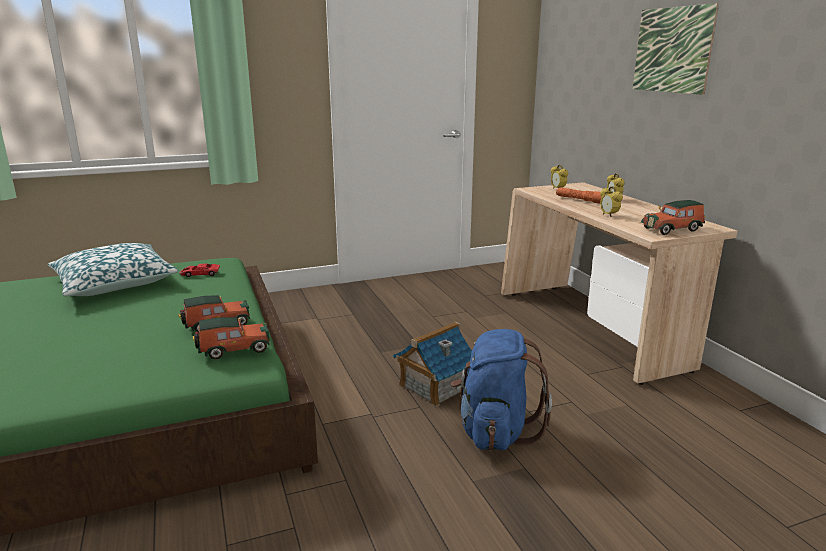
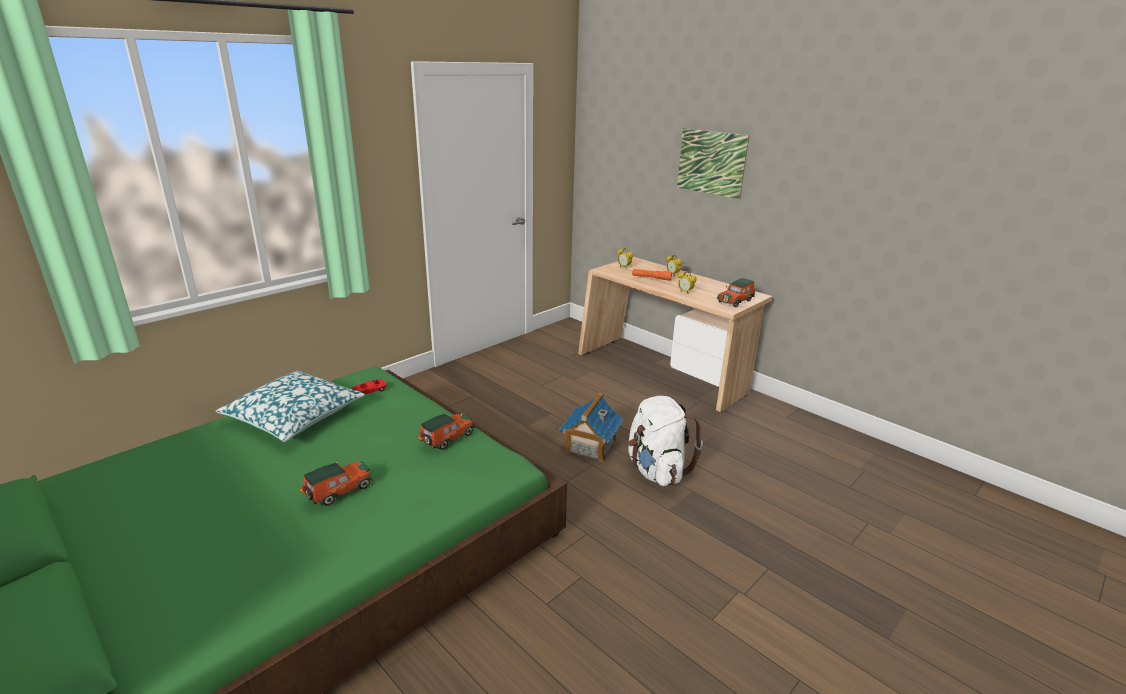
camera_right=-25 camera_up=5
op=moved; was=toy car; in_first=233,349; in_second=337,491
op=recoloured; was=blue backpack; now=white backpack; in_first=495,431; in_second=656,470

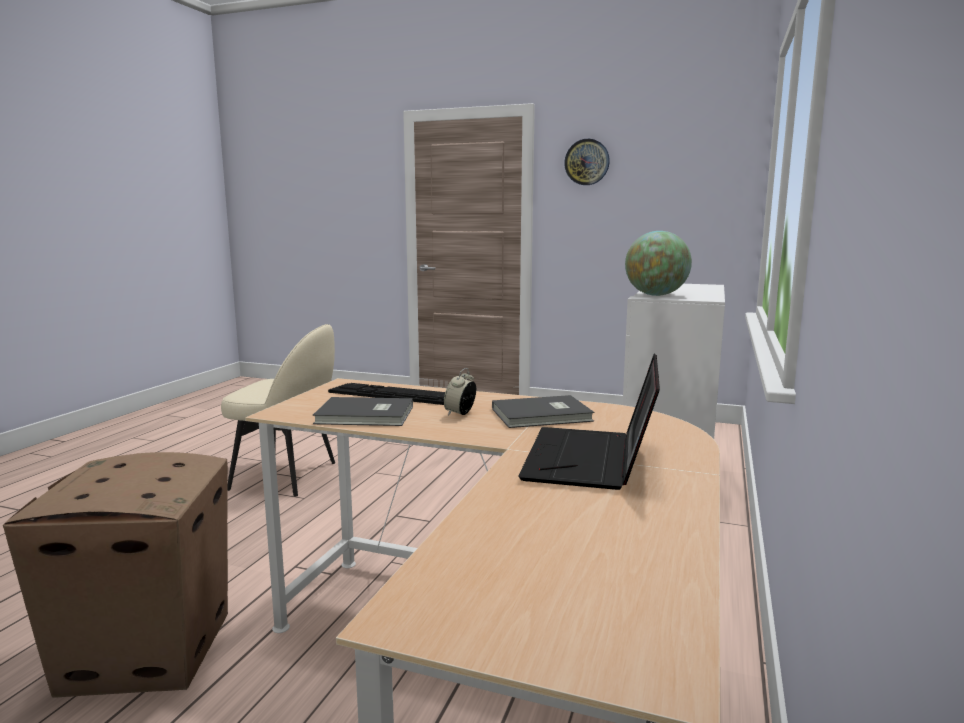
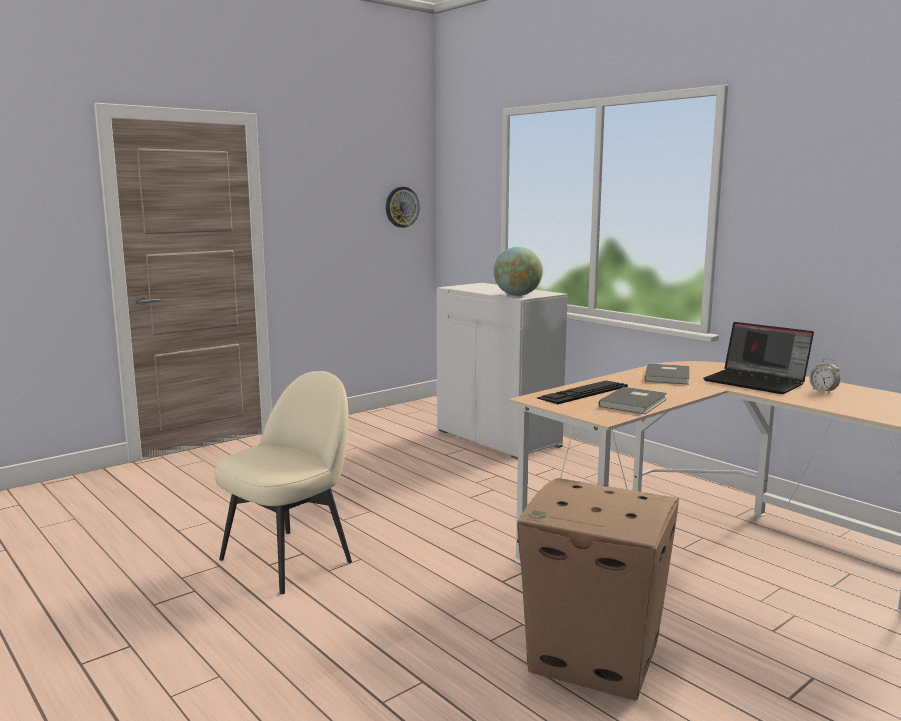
camera_right=-60 camera_up=0
op=moved; was=wall clock; in_first=587,162; in_second=401,207
op=moved; was=alarm clock; in_first=460,413; in_second=823,391

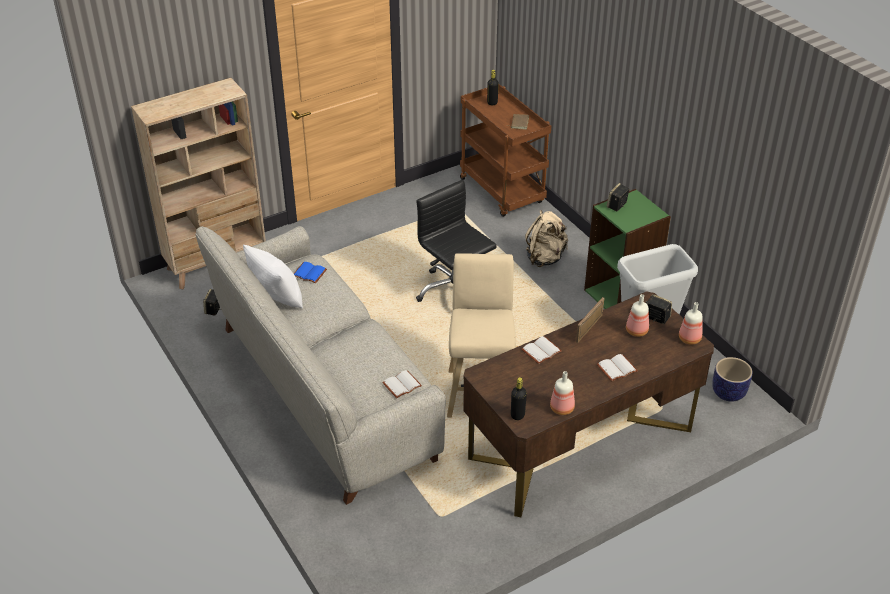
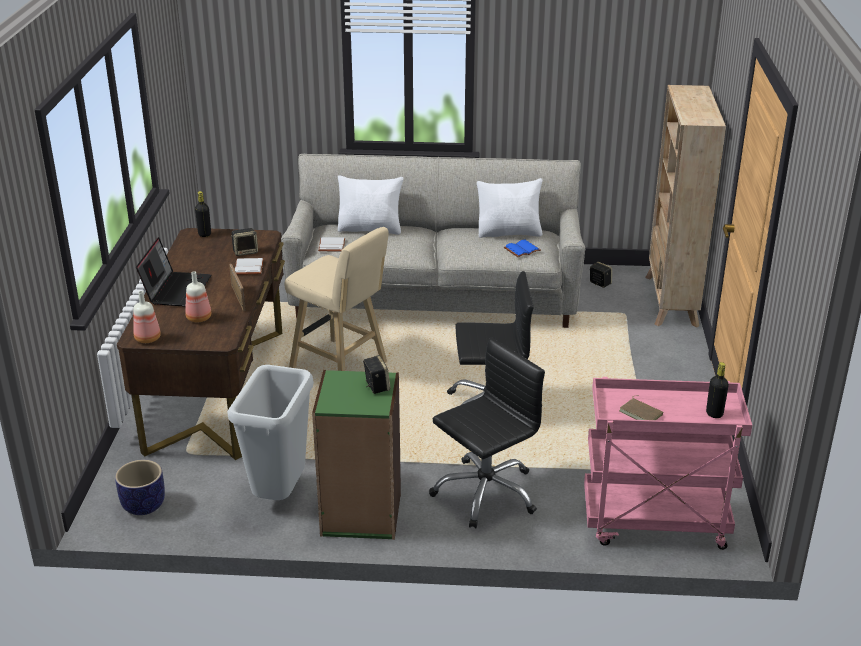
camera_right=125 camera_up=-10
op=recoloured; was=brown cart; now=pink cart; in_first=503,192; in_second=653,524
op=replaced; was=beige backpack; now=black office chair; in_first=545,258; in_second=485,492
op=moved; was=speaker; in_first=656,318; in_second=245,252
op=replaced; was=white book; now=laptop; in_first=617,369; in_second=176,289
op=removed; was=bottle; in_first=562,408
op=added; now=white pillow; in_second=370,229

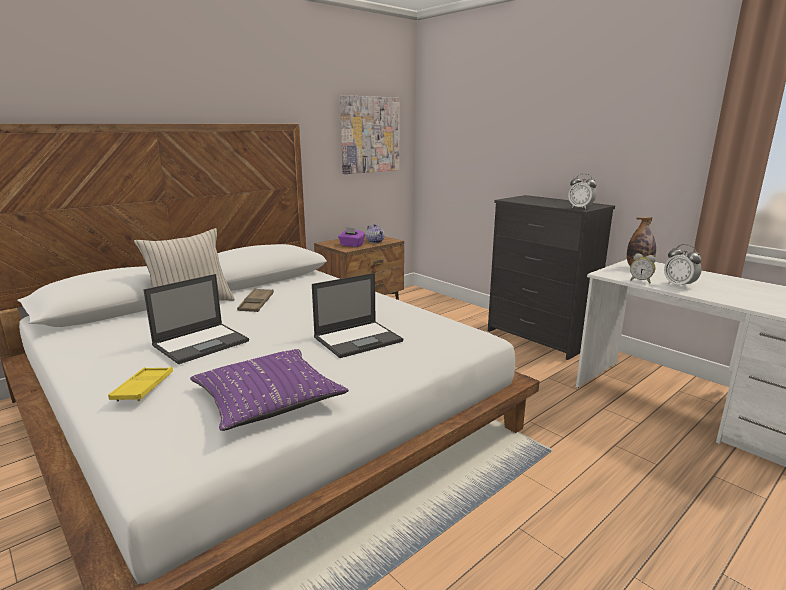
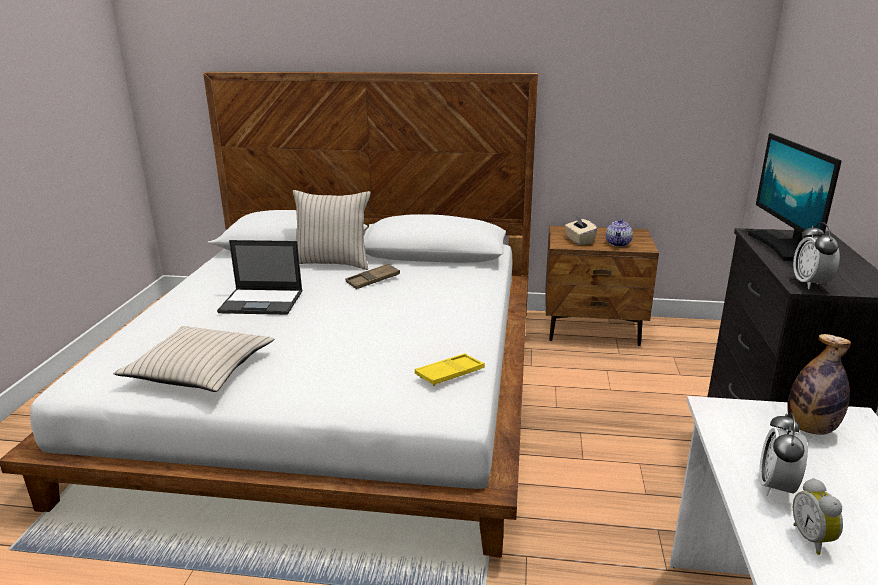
camera_right=50 camera_up=5
op=removed; was=picture; in_first=370,135
op=recoloured; was=purple tissue box; now=beige tissue box; in_first=351,245; in_second=579,240
op=moved; was=alarm clock; in_first=640,281; in_second=813,539
op=removed; was=laptop; in_first=359,339
op=recoloured; was=purple pillow; now=beige pillow; in_first=268,400; in_second=200,370
op=moved; was=yellow tray; in_first=143,388; in_second=450,374
op=added; now=monitor; in_second=783,246

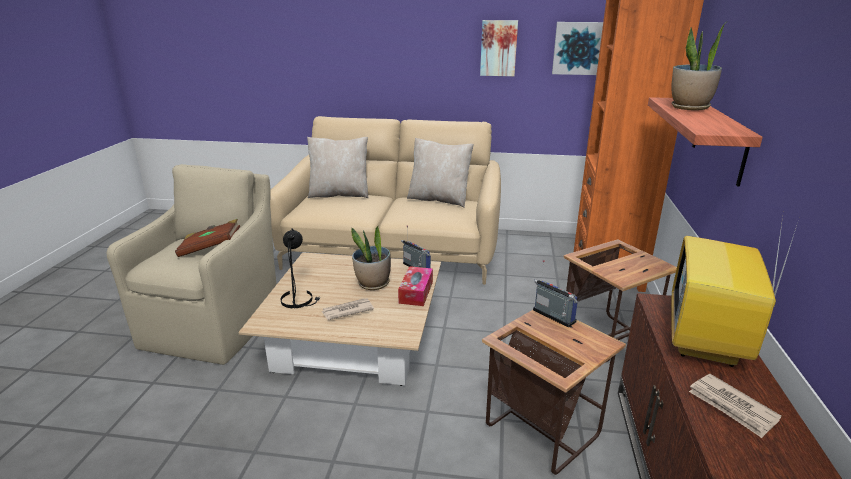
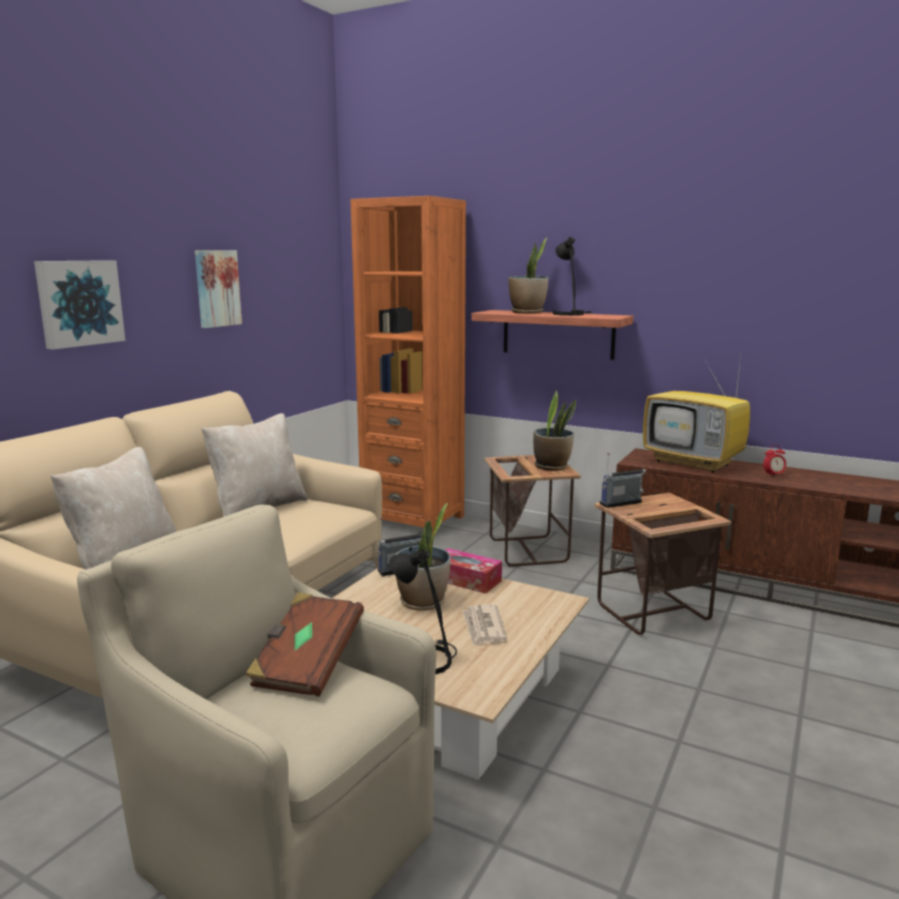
camera_right=-70 camera_up=-10
op=moved; was=picture; in_first=579,48; in_second=79,303
op=replaced; was=newspaper; now=alarm clock; in_first=732,407; in_second=773,475
op=added; now=black table lamp; in_second=570,314
op=added; now=potted plant; in_second=552,466

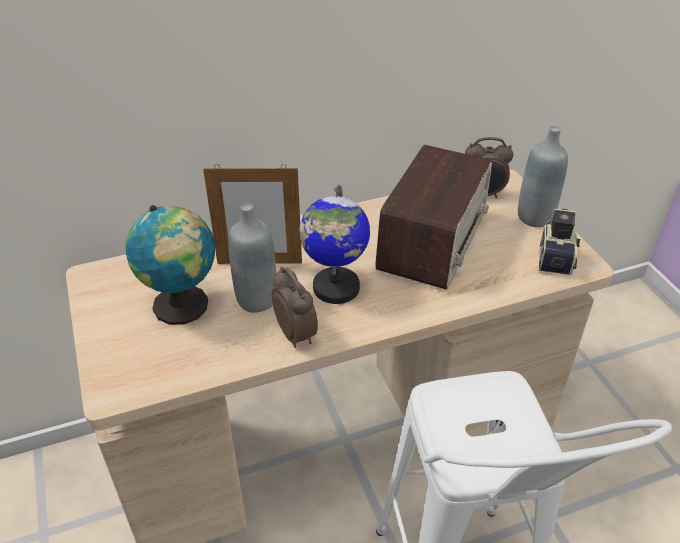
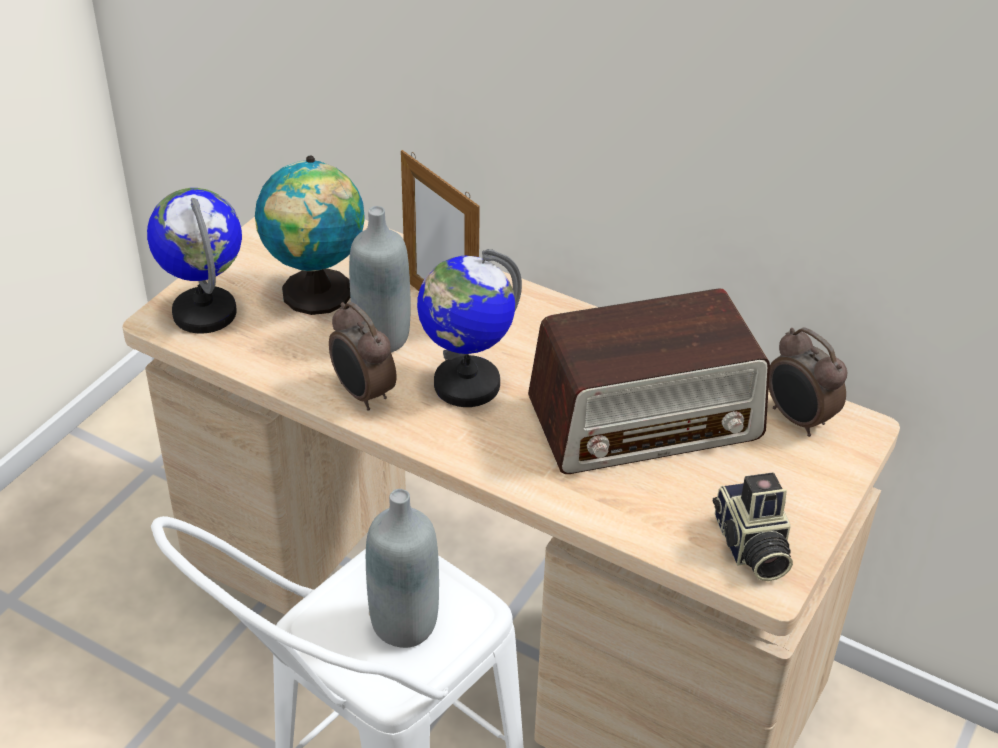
camera_right=50 camera_up=0
op=moved; was=grey bottle; in_first=534,217; in_second=404,624
op=turned; was=photo camera; in_first=555,257; in_second=750,547; clockwise=105
op=turned; was=alarm clock; in_first=296,334; in_second=362,394; clockwise=120
op=added; now=globe; in_second=205,312

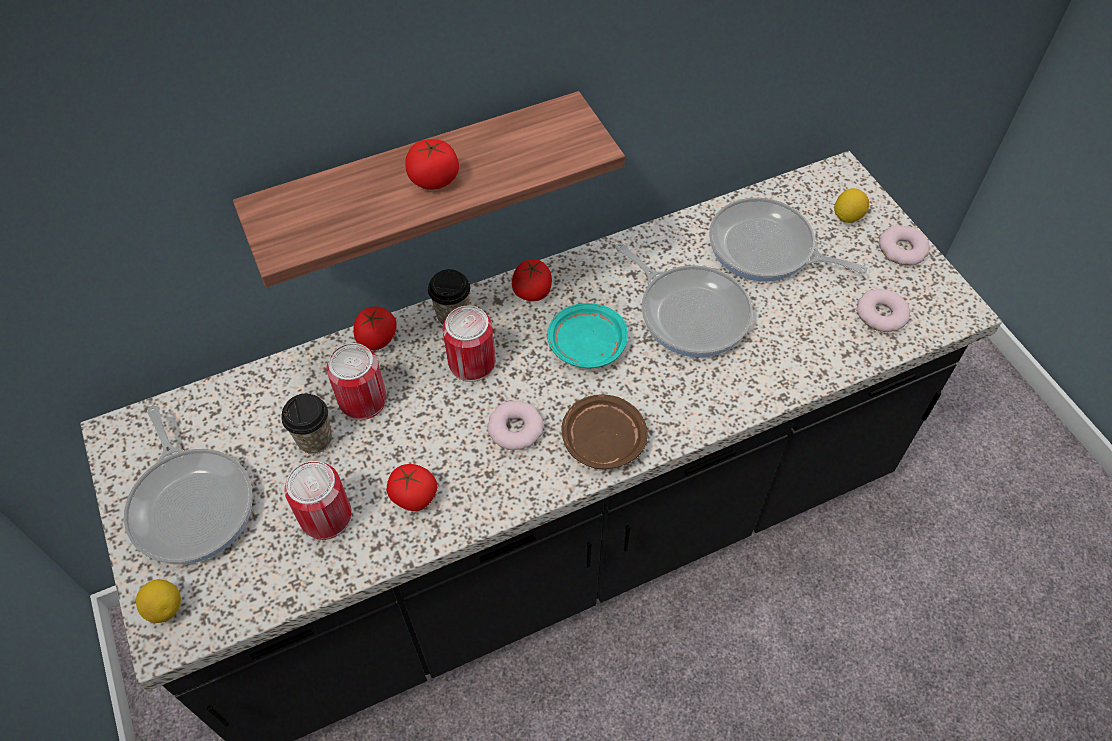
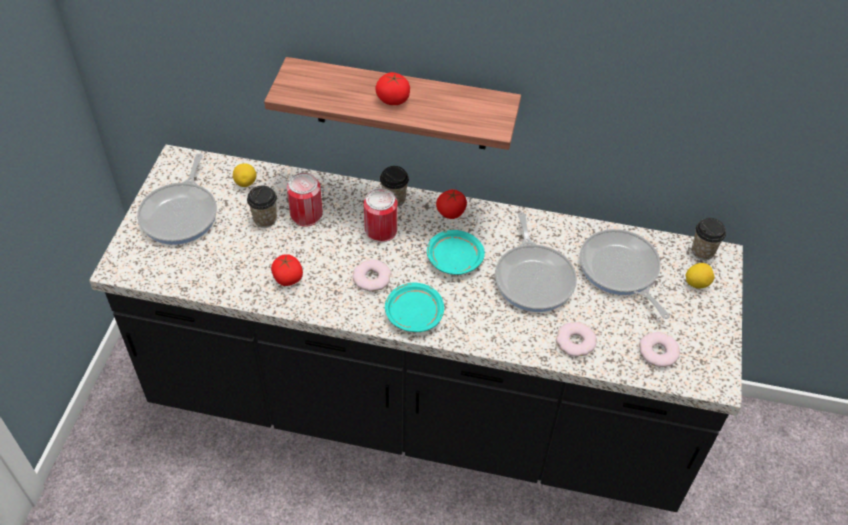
camera_right=35 camera_up=-5
op=moved; was=donut; in_first=902,249; in_second=575,342
op=removed; was=tomato; in_first=377,339
op=recoloured; was=brown plate; now=turquoise plate; in_first=602,439; in_second=414,313
op=removed; was=can; in_first=326,516
op=moved; was=lemon; in_first=165,608; in_second=246,183
op=added; now=cup; in_second=702,251

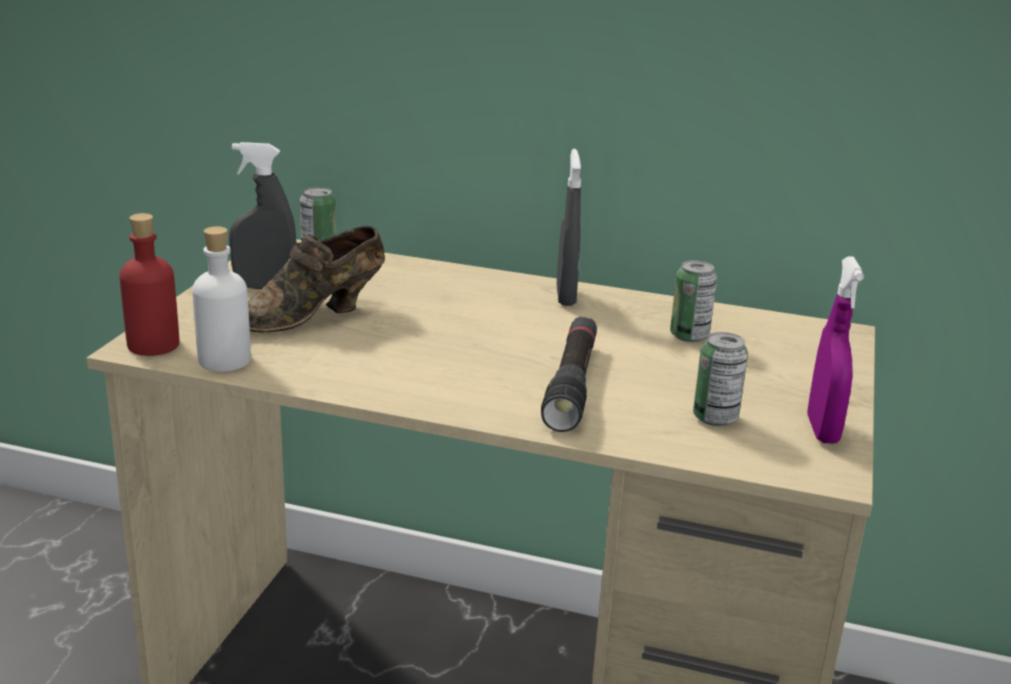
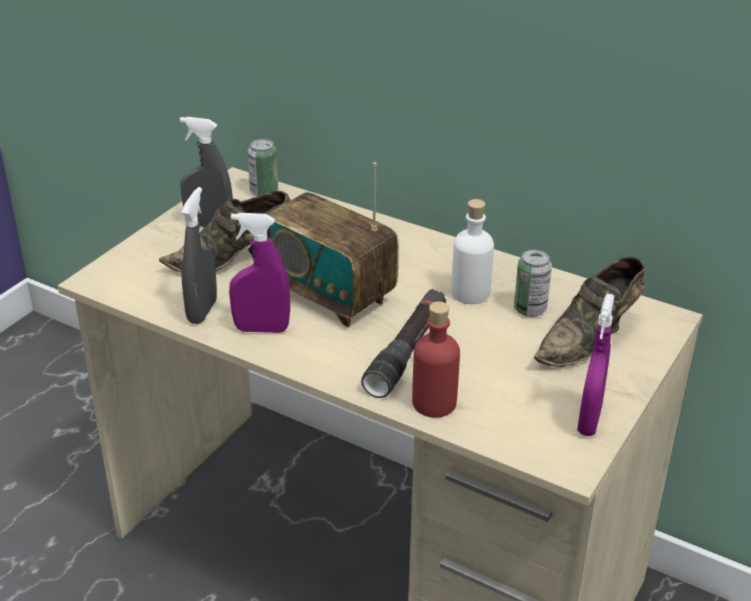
camera_right=15 camera_up=10
op=moved; was=grey spray bottle; in_first=566,296; in_second=202,311
op=moved; was=red bottle; in_first=153,345; in_second=434,403
op=moved; was=white bottle; in_first=224,360; in_second=470,293
op=removed; was=can; in_first=715,417
op=added; now=radio; in_second=329,295
op=added; now=purple spray bottle; in_second=261,329
op=added; now=brown shoe; in_second=590,339

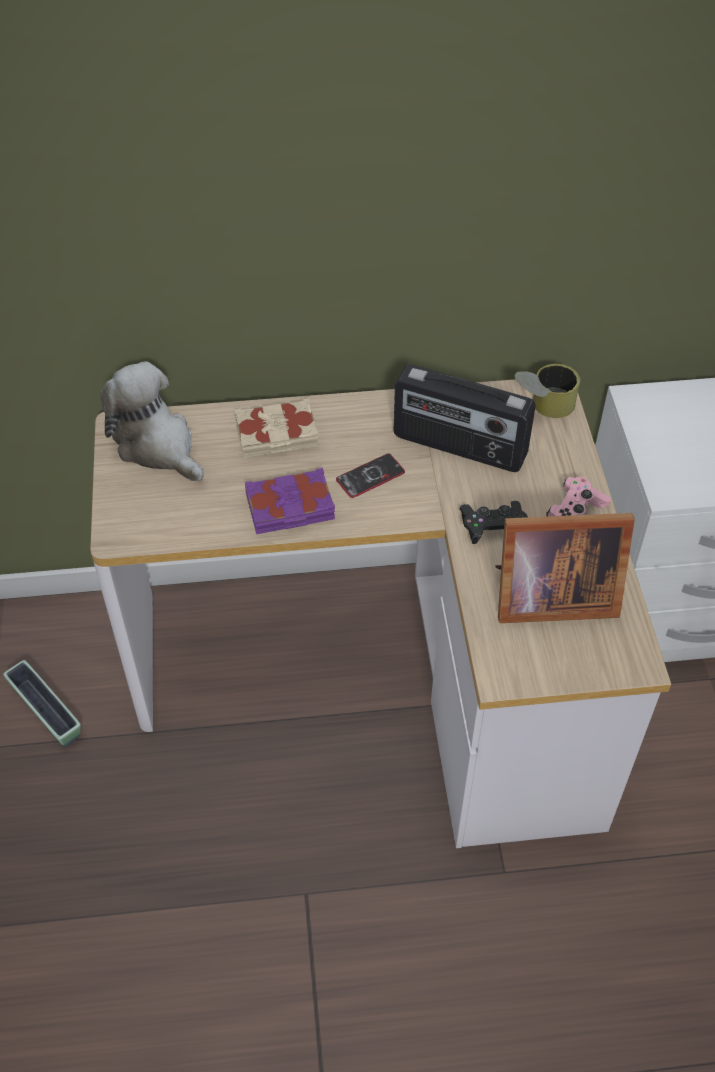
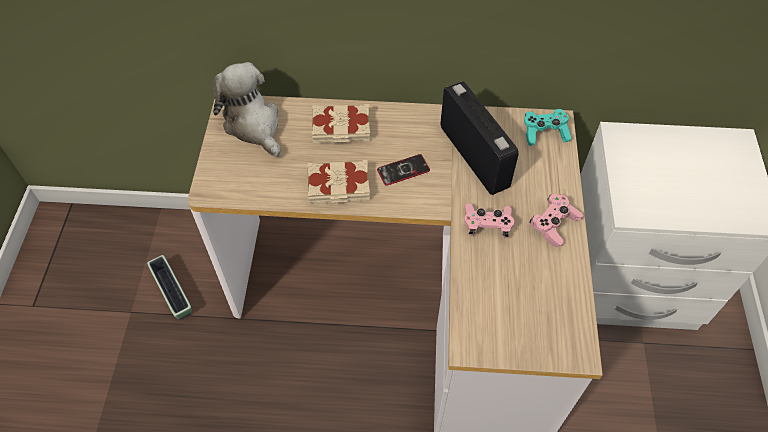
camera_right=10 camera_up=5
op=turned; was=radio; in_first=459,447; in_second=474,156; clockwise=-150
op=replaced; was=can; now=turquoise game controller; in_first=542,407; in_second=544,133
op=recoloured; was=purple book; now=beige book; in_first=290,508; in_second=339,187
op=recoloured; was=black game controller; now=pink game controller; in_first=492,528; in_second=487,225
op=removed; was=picture frame; in_first=549,597

